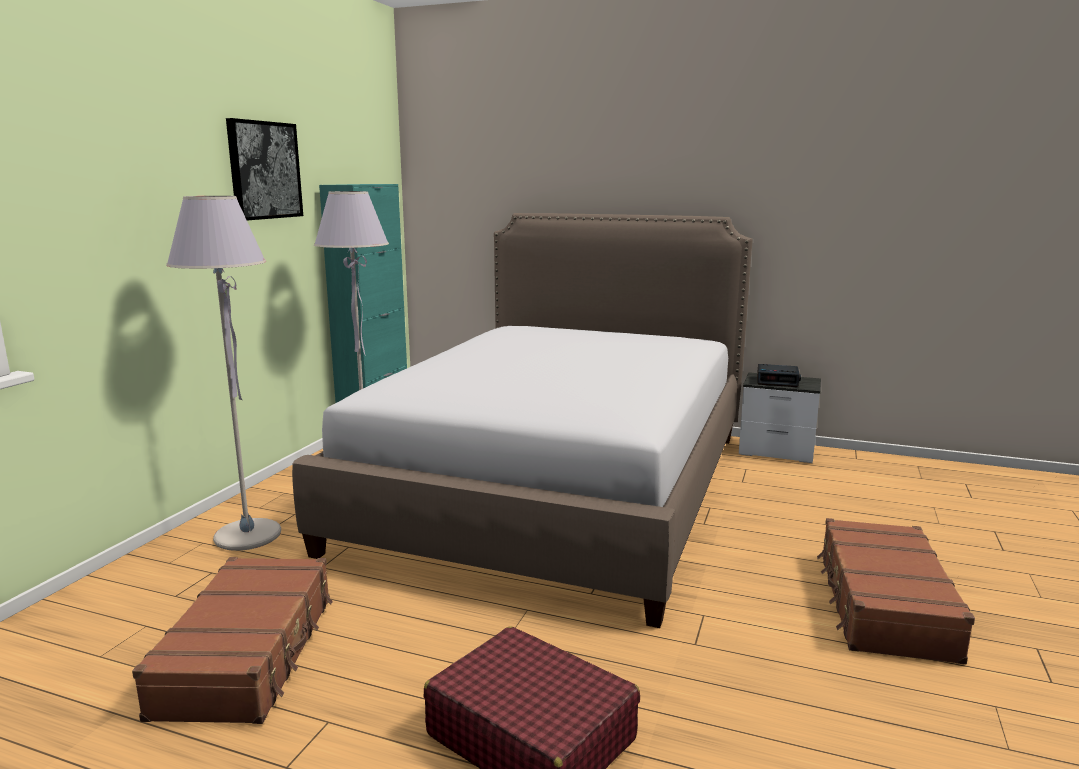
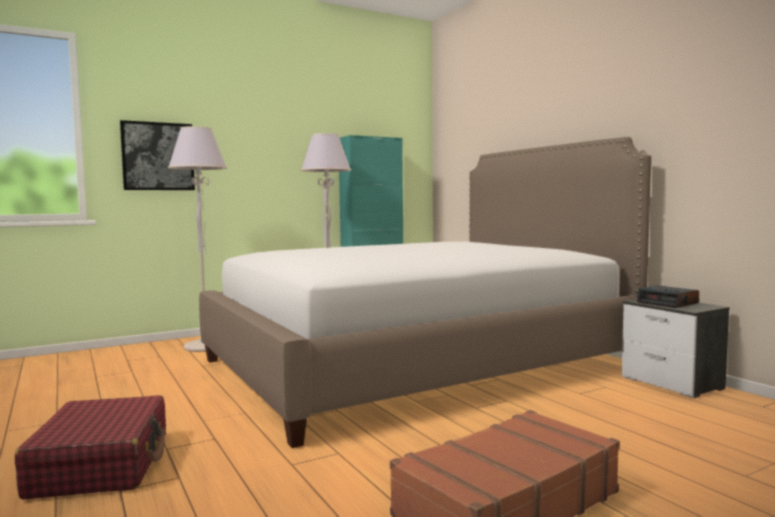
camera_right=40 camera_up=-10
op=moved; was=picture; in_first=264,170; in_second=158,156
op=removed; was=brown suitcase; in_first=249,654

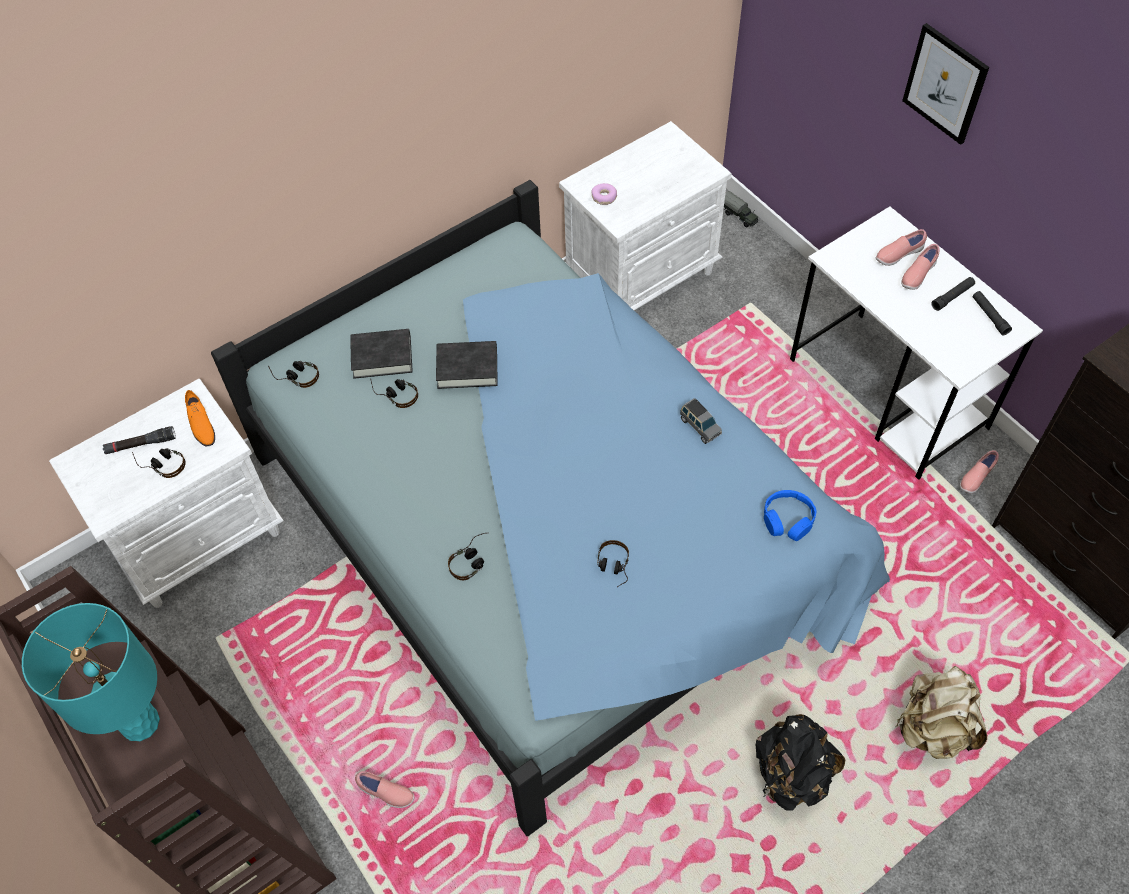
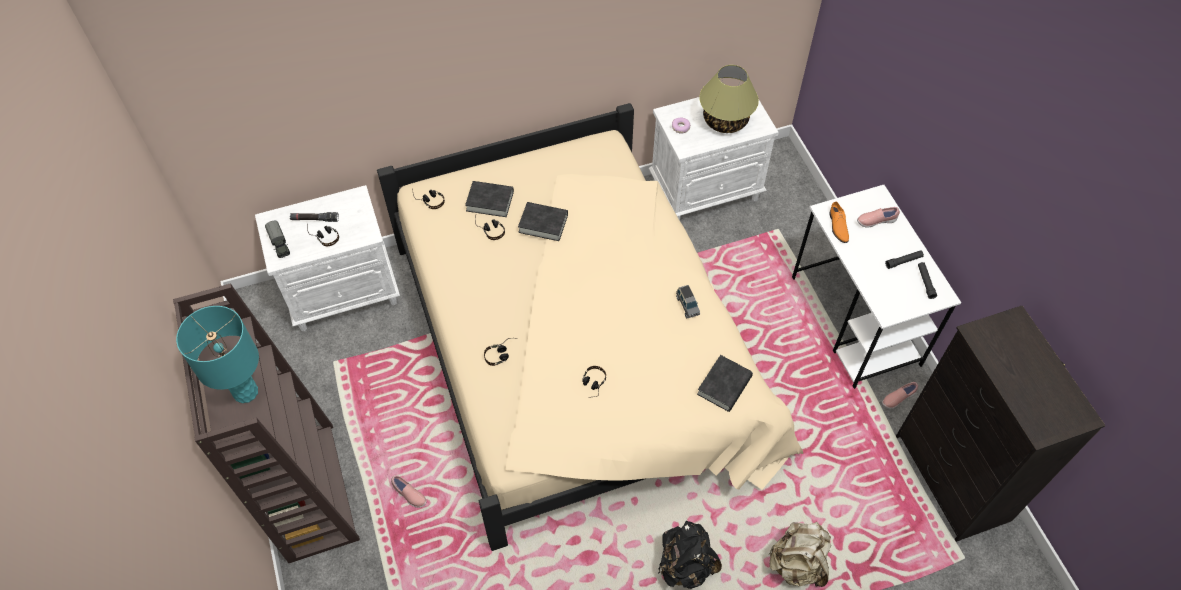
camera_right=15 camera_up=0
op=removed; was=picture; in_first=945,83
op=recoloured; was=blue bed; now=beige bed; in_first=556,530; in_second=582,352
op=moved; was=toy truck; in_first=739,216; in_second=280,245
op=removed; was=pink shoe; in_first=917,275
op=moved; was=orange shoe; in_first=200,423; in_second=837,226
op=replaced; was=blue headphones; now=black book; in_first=788,519; in_second=724,386
op=added; now=table lamp; in_second=724,121

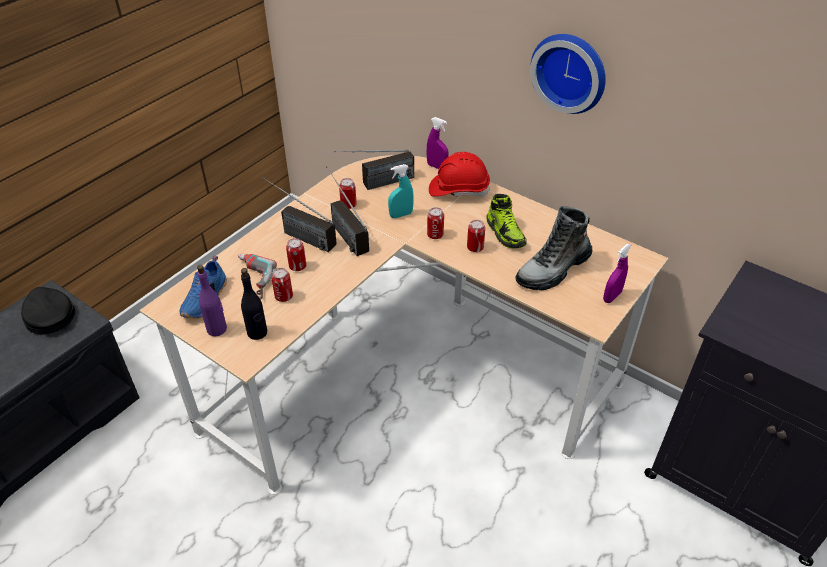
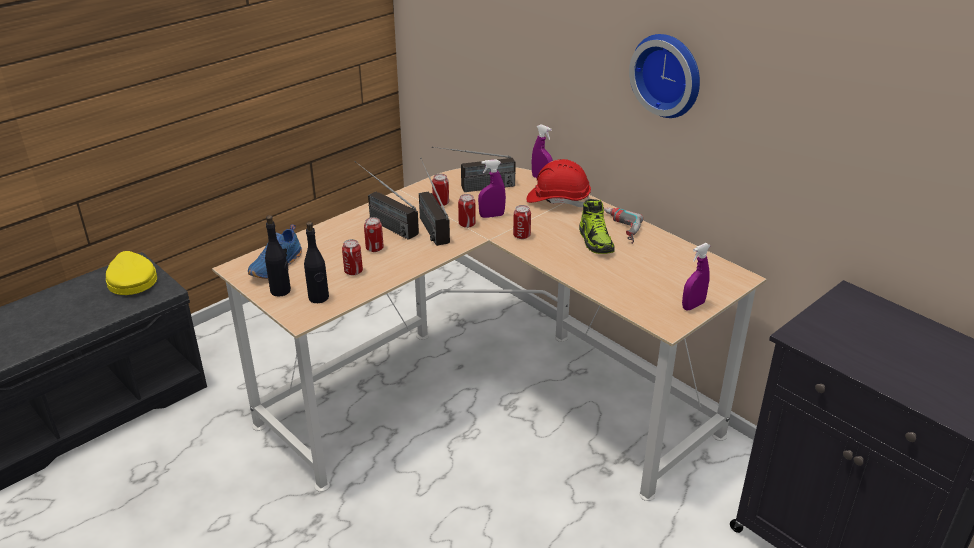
camera_right=10 camera_up=-10
op=recoloured; was=turquoise spray bottle; now=purple spray bottle; in_first=401,215; in_second=491,216
op=removed; was=boot; in_first=553,270
op=moved; was=can; in_first=475,248; in_second=467,224
op=moved; was=power drill; in_first=251,279; in_second=618,229
op=recoloured; was=purple bottle; now=black bottle; in_first=217,329; in_second=281,291
op=recoloured; was=black cap; now=yellow cap; in_first=48,315; in_second=131,280

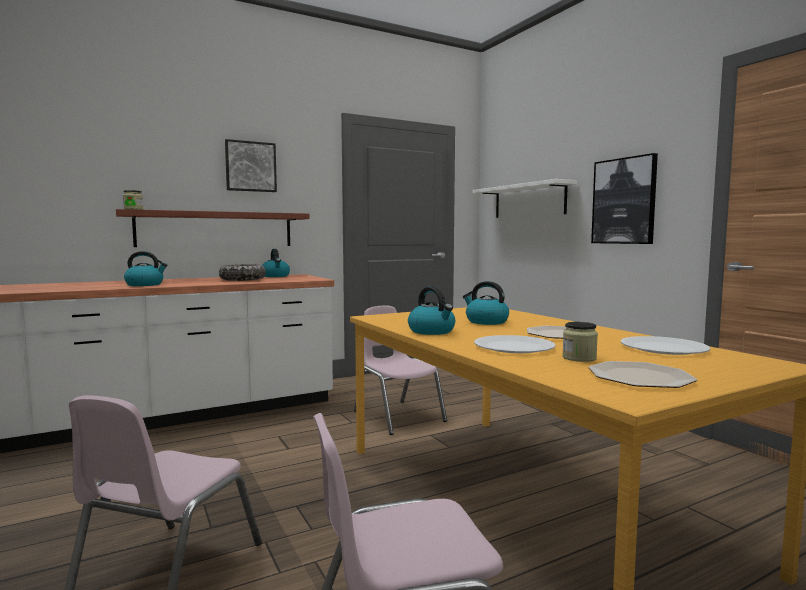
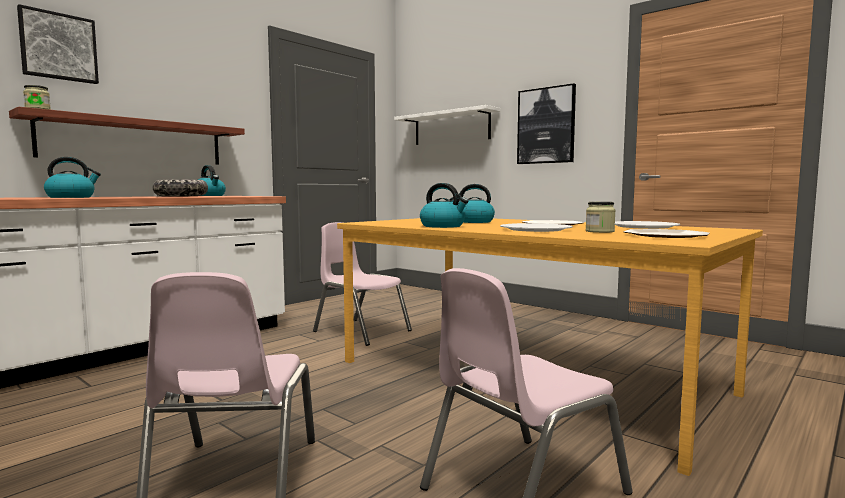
camera_right=-20 camera_up=0
op=moved; was=picture; in_first=250,166; in_second=58,47

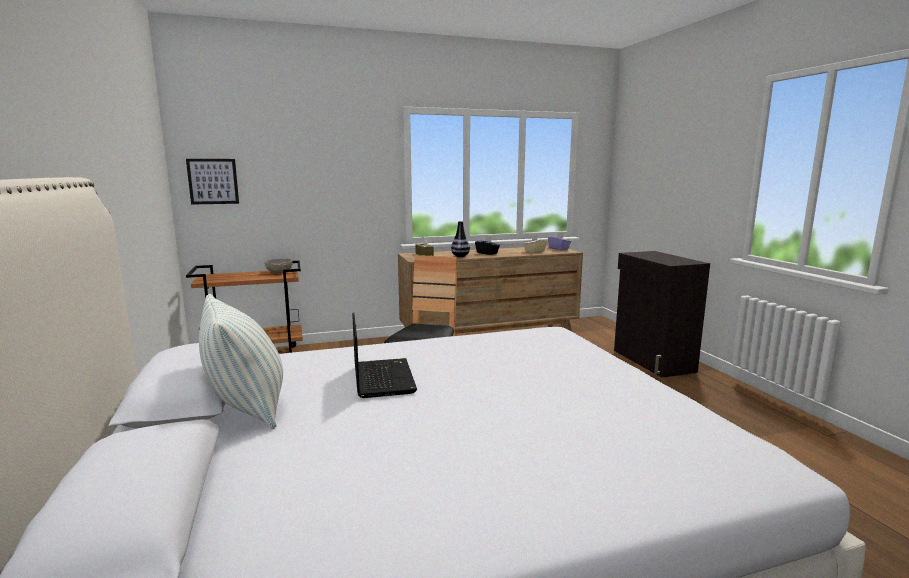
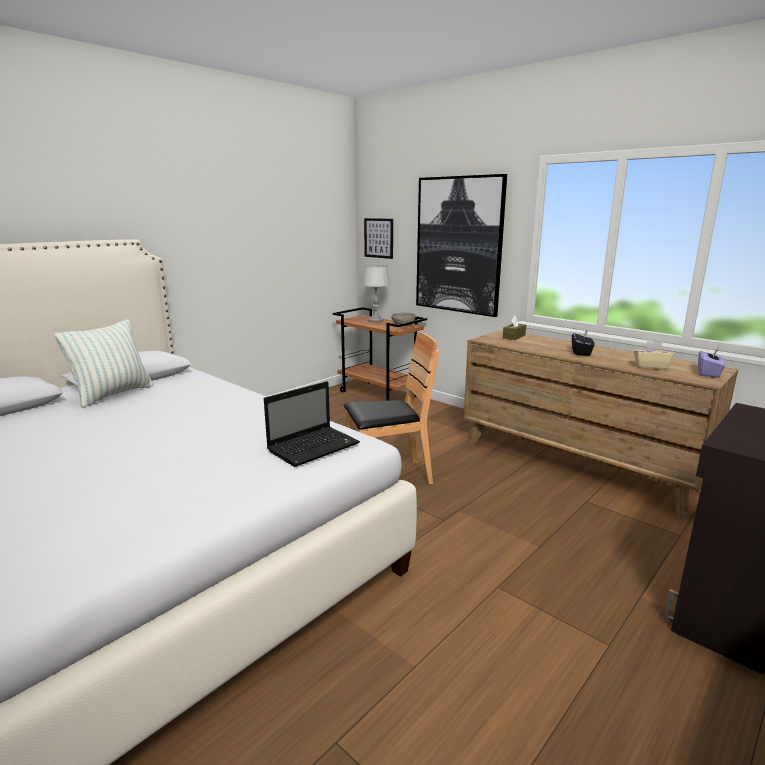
camera_right=60 camera_up=5
op=removed; was=vase; in_first=460,256
op=moved; was=laptop; in_first=382,378; in_second=314,447
op=added; now=picture; in_second=458,245
op=added; now=grey table lamp; in_second=376,320

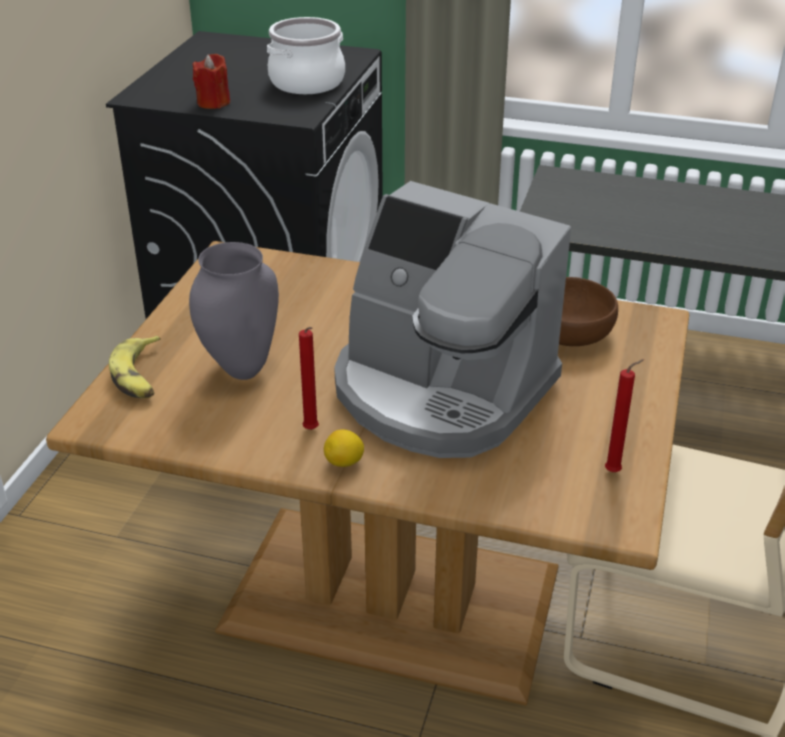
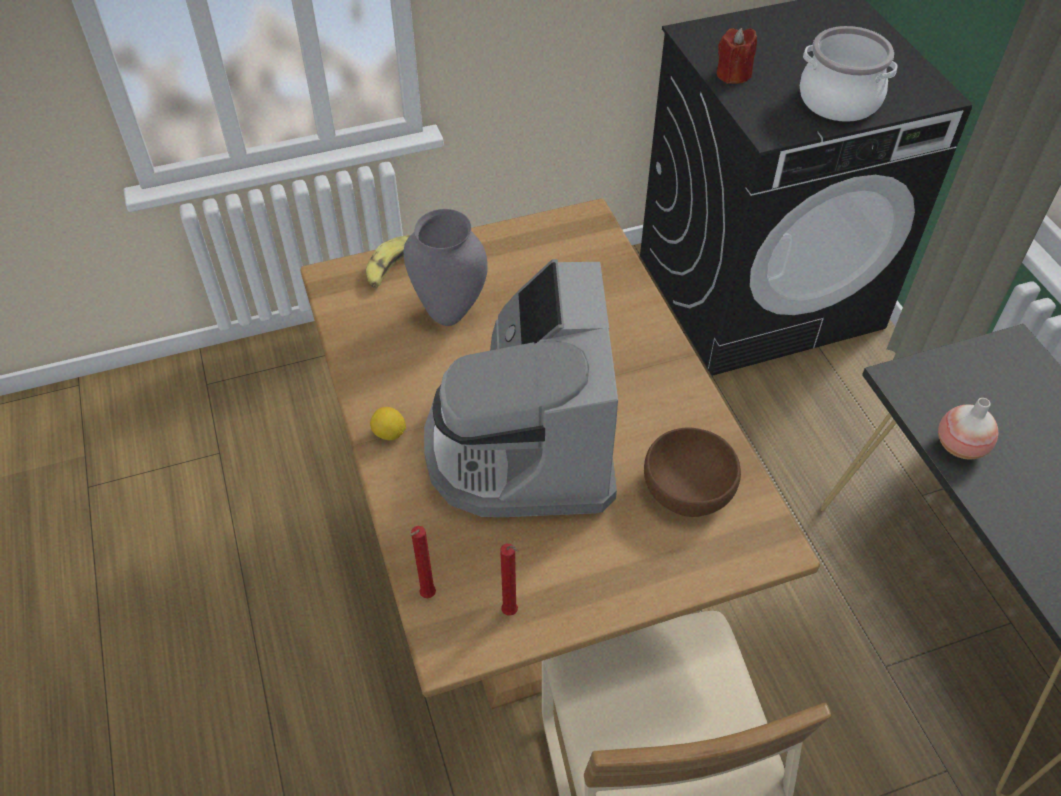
camera_right=55 camera_up=15
op=moved; was=red candle; in_first=312,431; in_second=426,596
op=added; now=vase; in_second=960,446

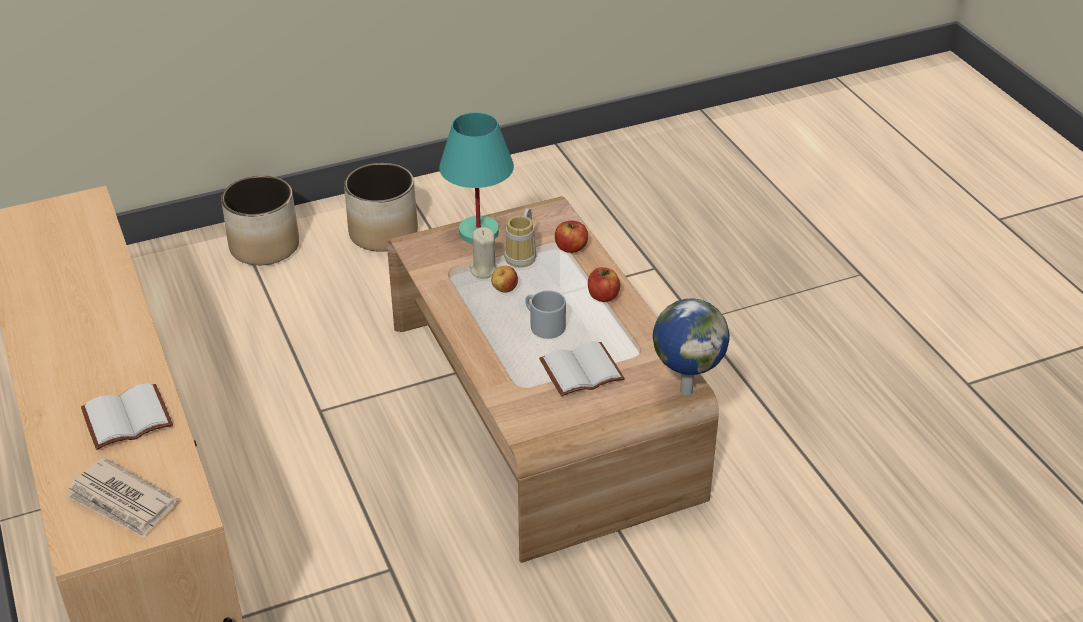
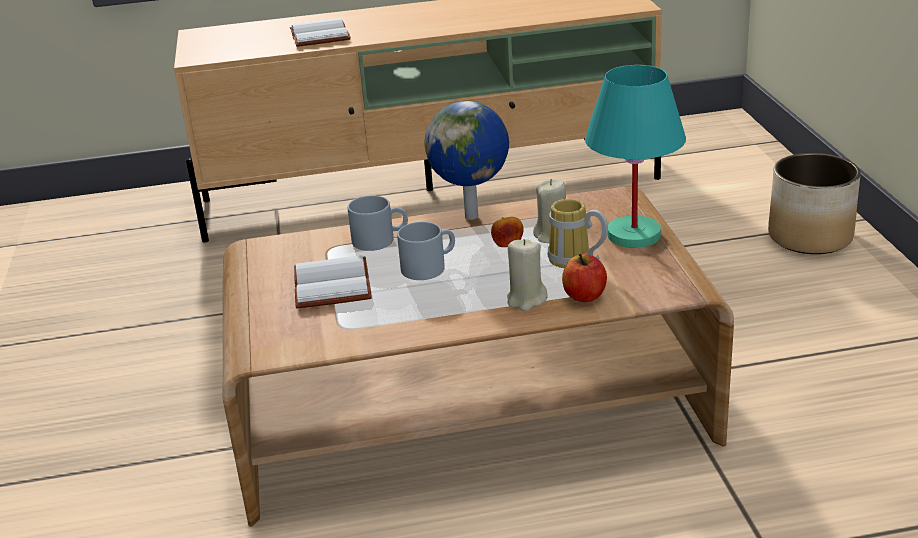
camera_right=105 camera_up=-10
op=removed; was=planter; in_first=383,233
op=removed; was=apple; in_first=603,296
op=moved; was=globe; in_first=686,390; in_second=473,216
op=removed; was=newspaper; in_first=122,502
op=added; now=grey mug; in_second=380,239
op=added; now=beige candle; in_second=526,300

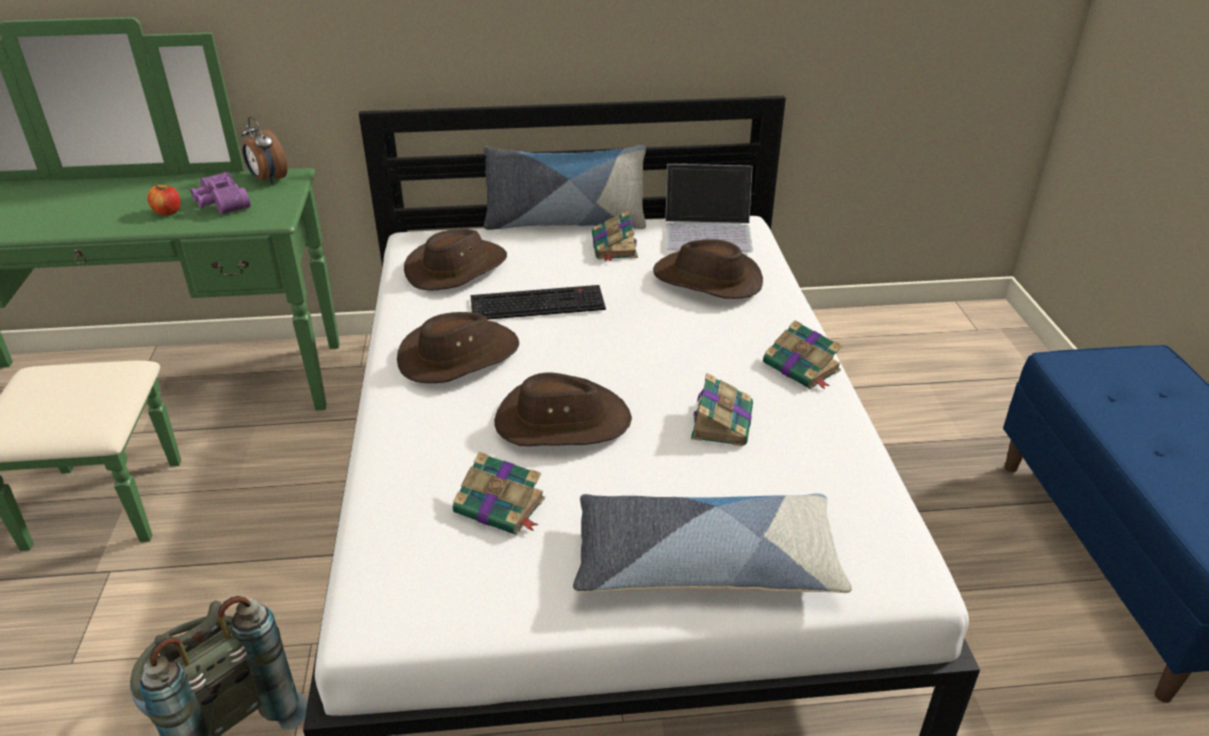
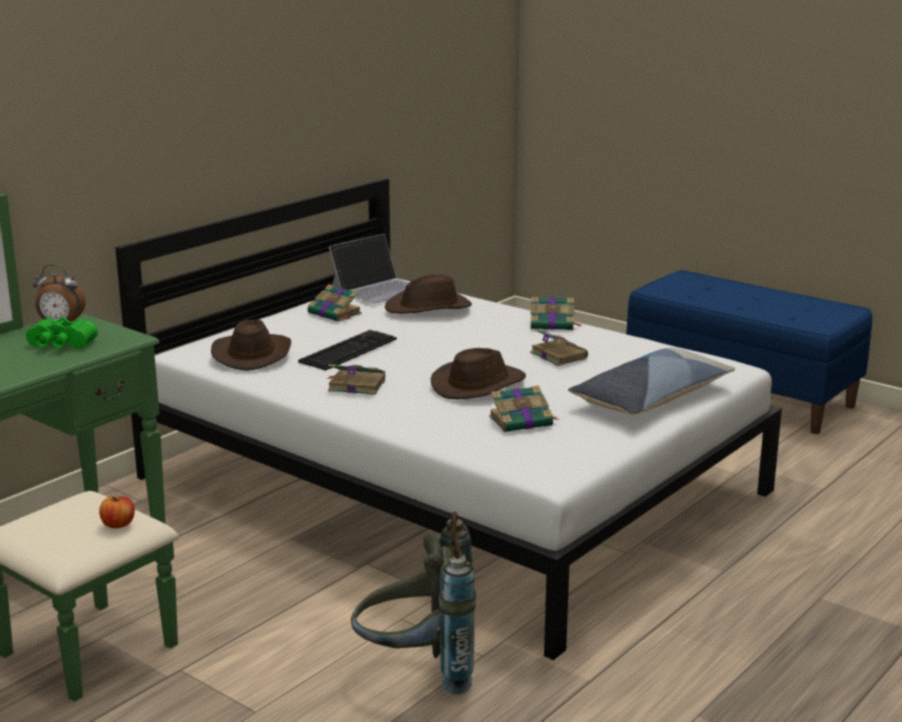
camera_right=-45 camera_up=-15
op=removed; was=pillow; in_first=565,223
op=recoloured; was=purple binoculars; now=green binoculars; in_first=220,204; in_second=60,345
op=moved; was=apple; in_first=168,212; in_second=118,524
op=replaced; was=brown hat; now=book; in_first=458,356; in_second=355,385

